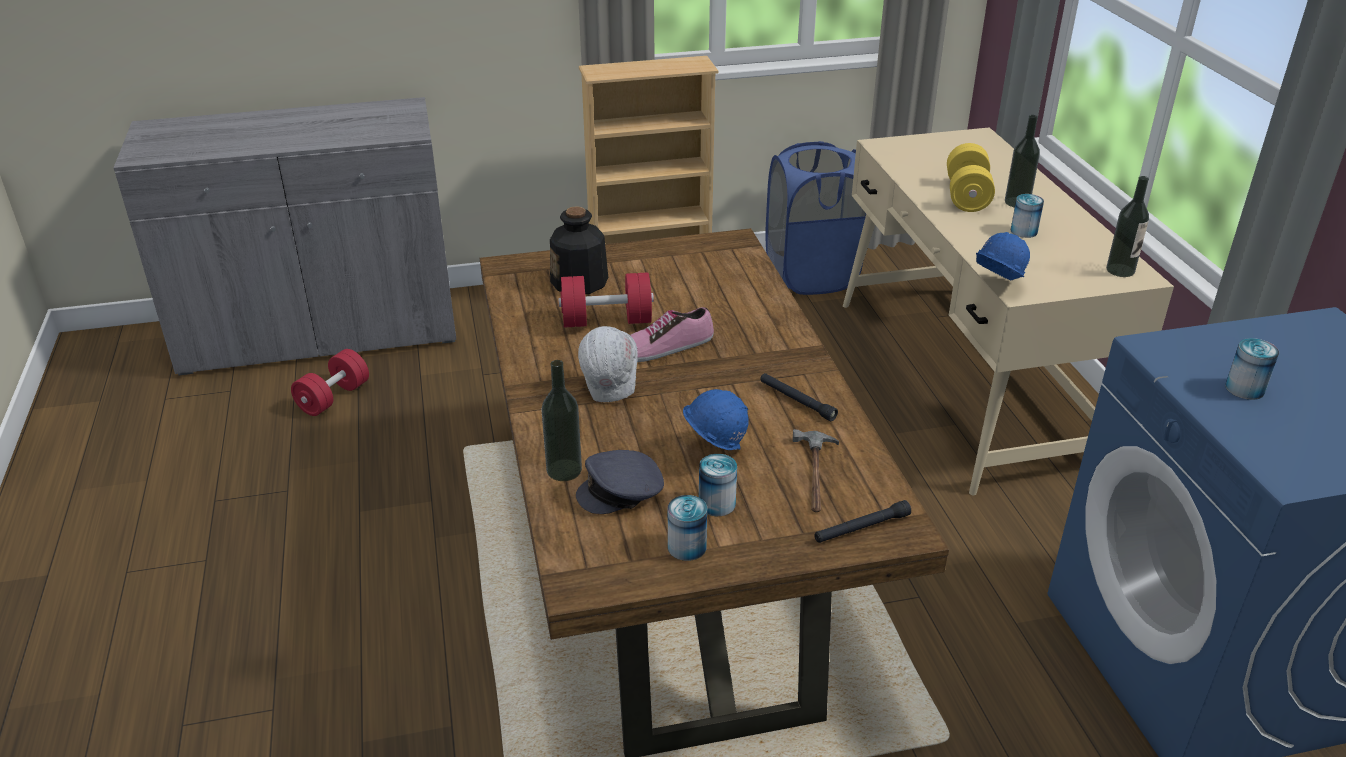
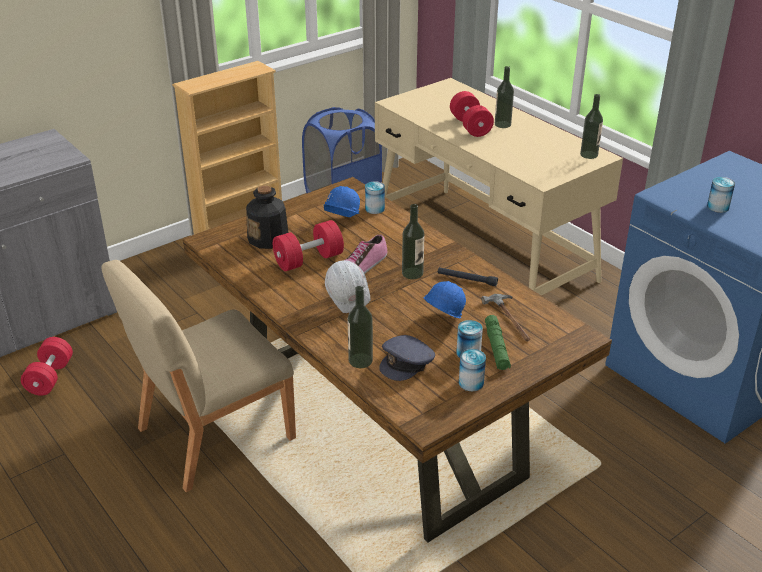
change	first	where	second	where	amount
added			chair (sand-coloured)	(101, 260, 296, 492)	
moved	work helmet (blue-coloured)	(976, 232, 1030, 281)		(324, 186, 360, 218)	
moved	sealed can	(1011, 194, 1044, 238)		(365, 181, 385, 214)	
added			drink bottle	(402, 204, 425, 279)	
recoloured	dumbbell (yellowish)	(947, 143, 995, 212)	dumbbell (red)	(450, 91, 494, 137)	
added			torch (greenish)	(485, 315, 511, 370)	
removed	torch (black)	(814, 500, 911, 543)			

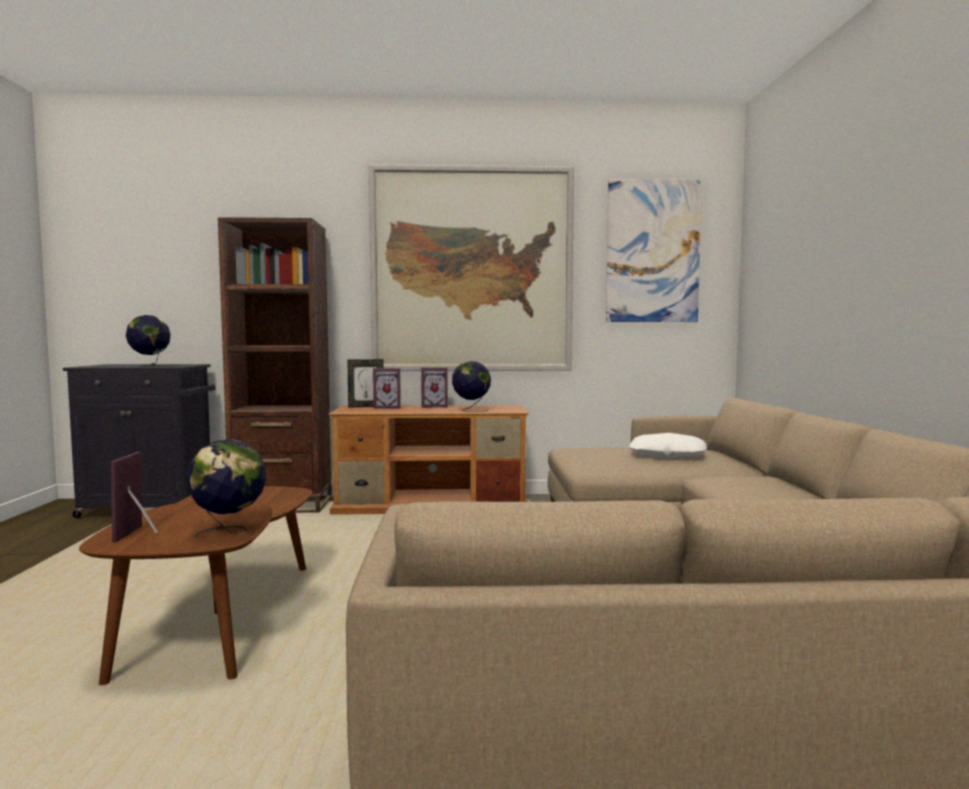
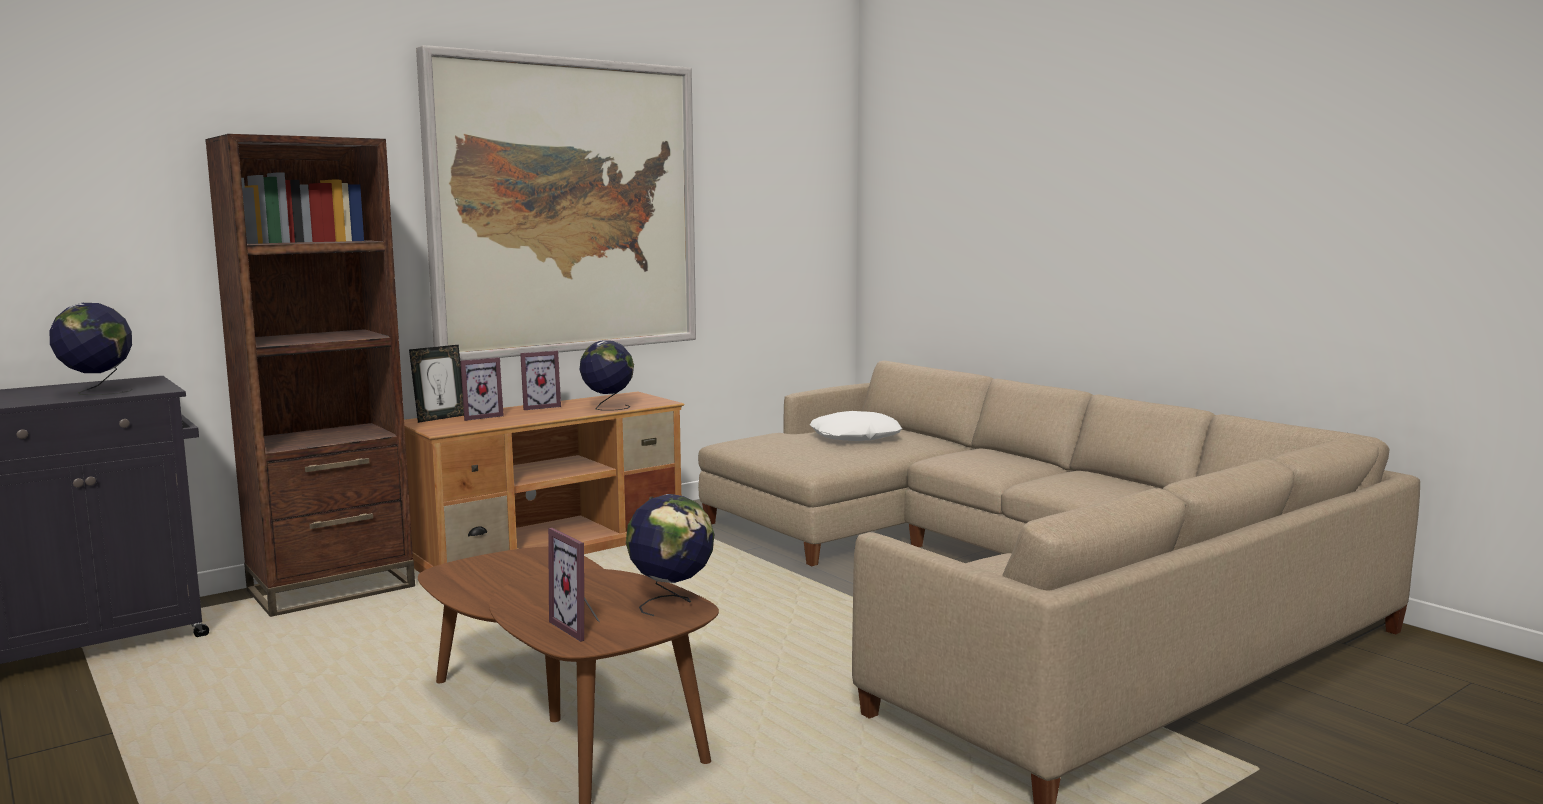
change	first	where	second	where	amount
removed	wall art	(606, 179, 702, 322)			

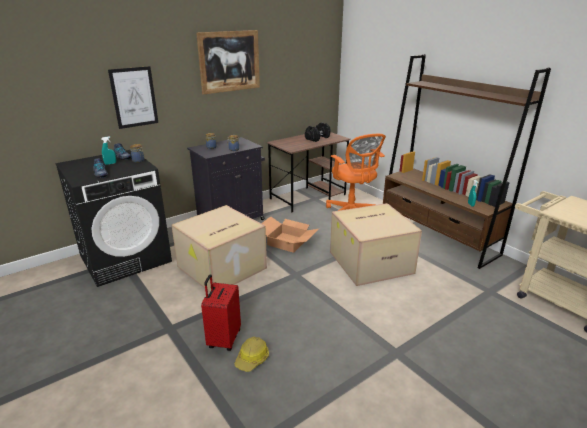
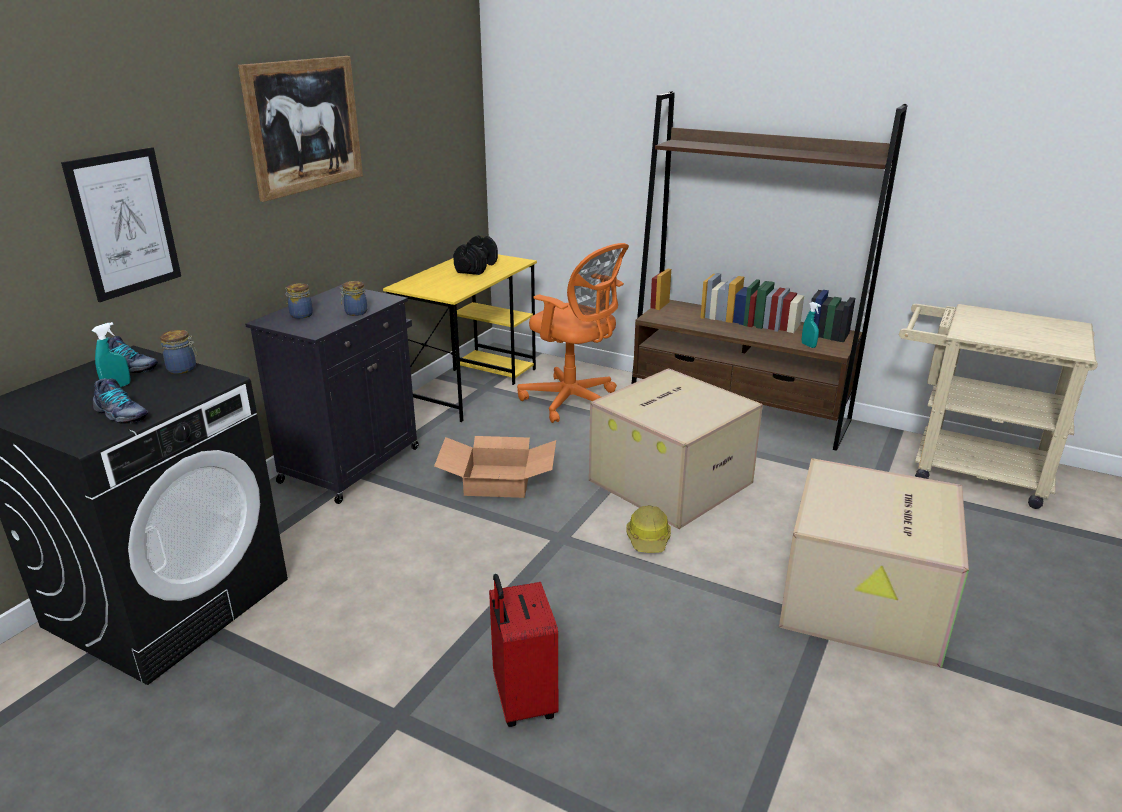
change	first	where	second	where	amount
recoloured	desk unit (brownish)	(267, 132, 351, 212)	desk unit (yellowish)	(383, 254, 537, 422)	
moved	work helmet	(234, 337, 269, 372)		(626, 505, 671, 553)	
moved	packing box	(171, 205, 267, 292)		(779, 458, 969, 668)	

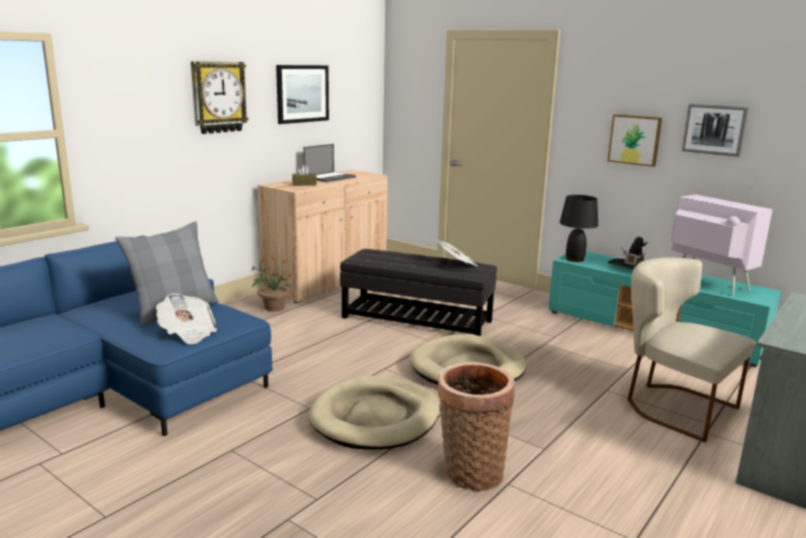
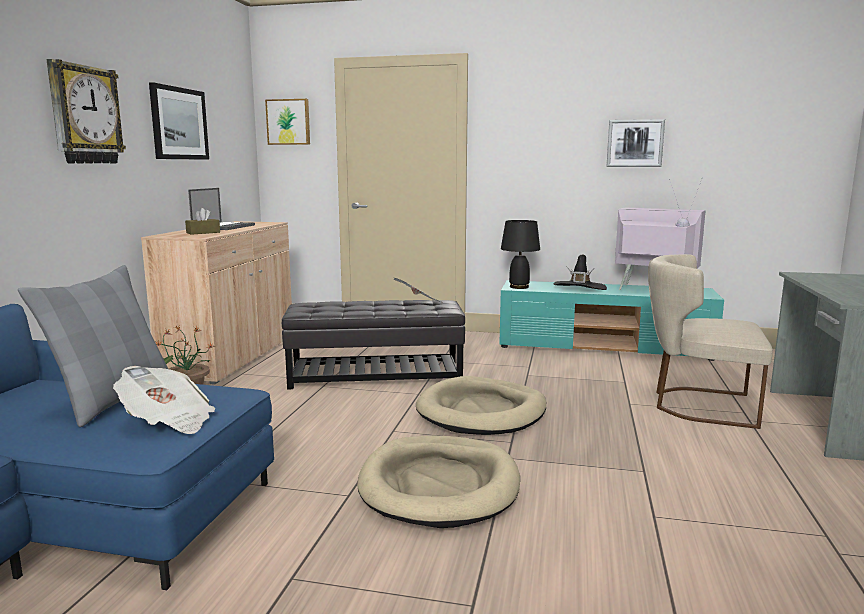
change	first	where	second	where	amount
moved	wall art	(608, 114, 662, 167)		(265, 99, 310, 145)	
removed	storage basket	(437, 362, 515, 491)			

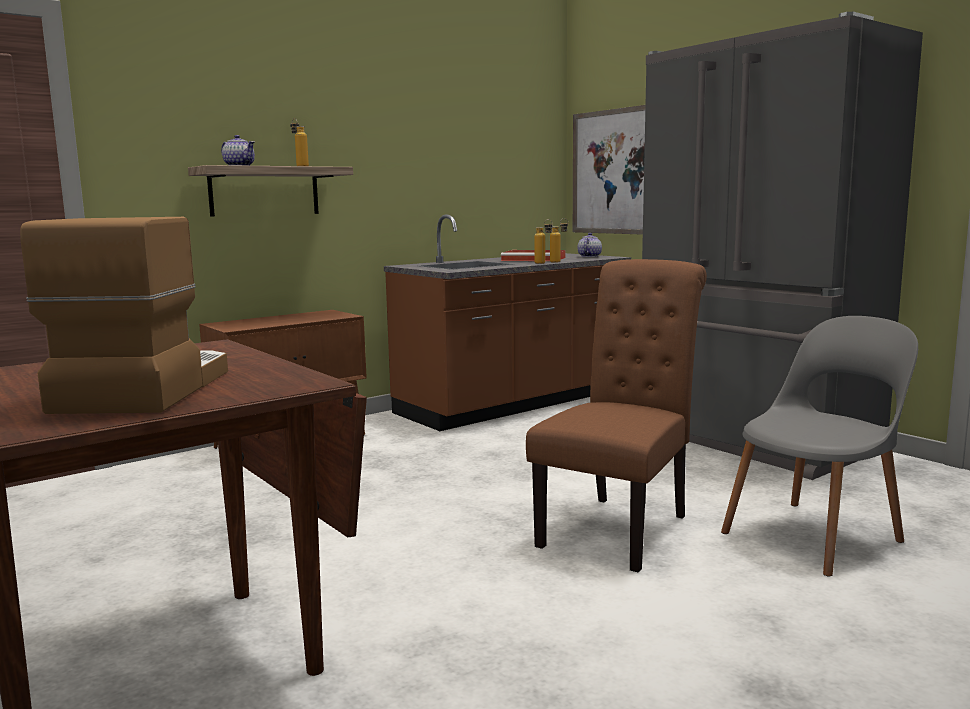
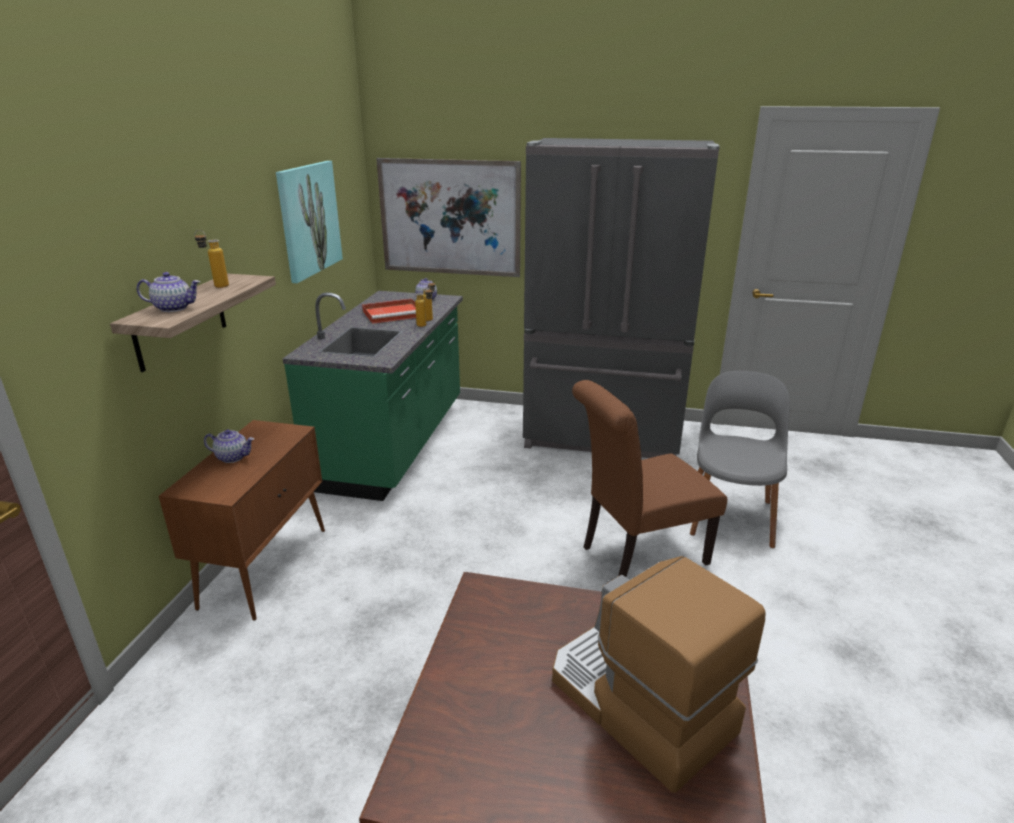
change	first	where	second	where	amount
added			teapot	(204, 429, 254, 463)	
added			wall art	(276, 161, 343, 283)	
recoloured	kitchen base unit (brownish)	(384, 215, 631, 431)	kitchen base unit (greenish)	(282, 291, 463, 501)	
turned	chair (brownish)	(526, 259, 707, 573)		(572, 380, 727, 577)	105 degrees counterclockwise

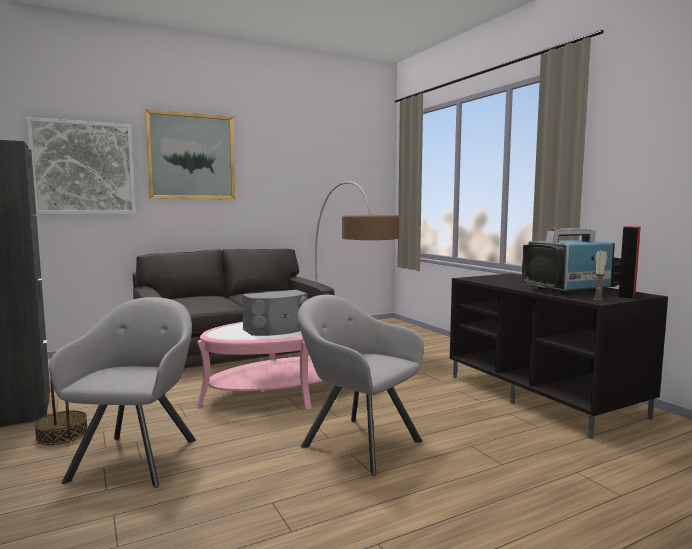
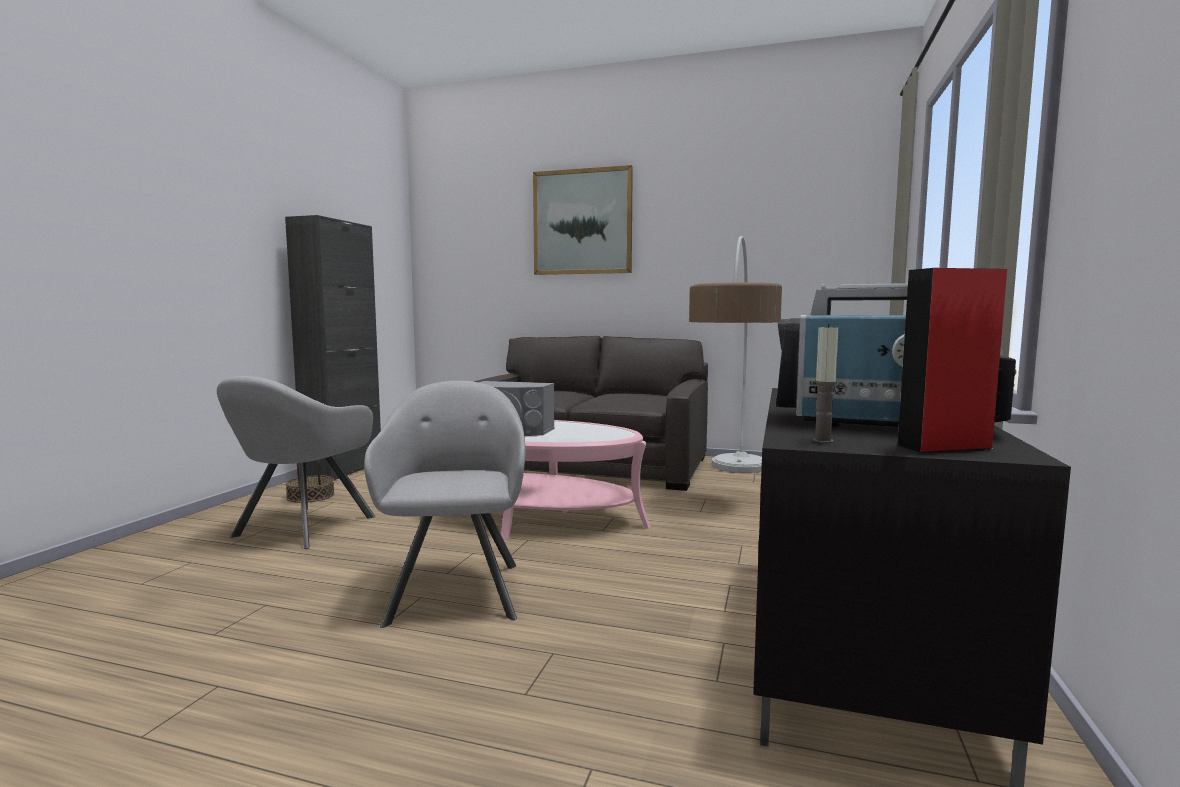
change	first	where	second	where	amount
turned	armchair (grey)	(49, 297, 196, 488)		(217, 376, 375, 549)	150 degrees clockwise
removed	wall art	(27, 117, 136, 214)			

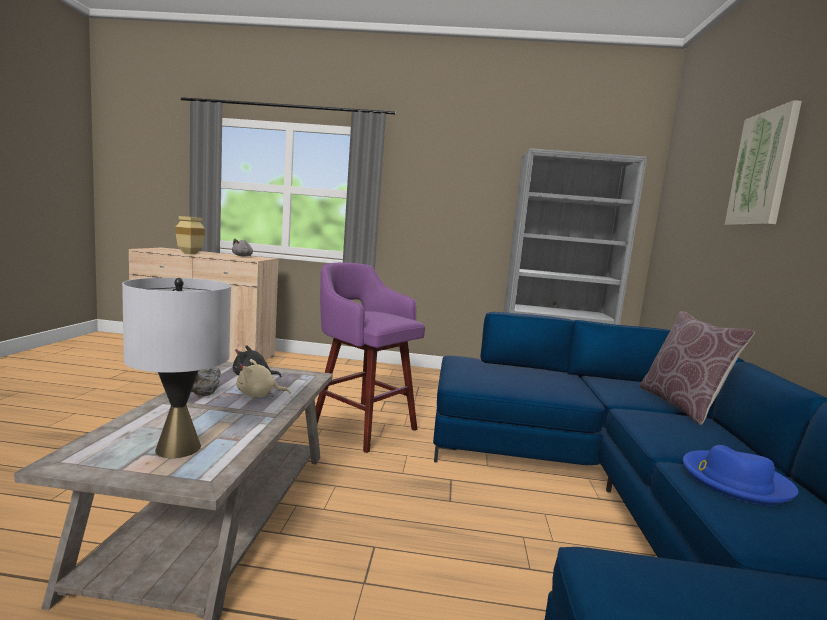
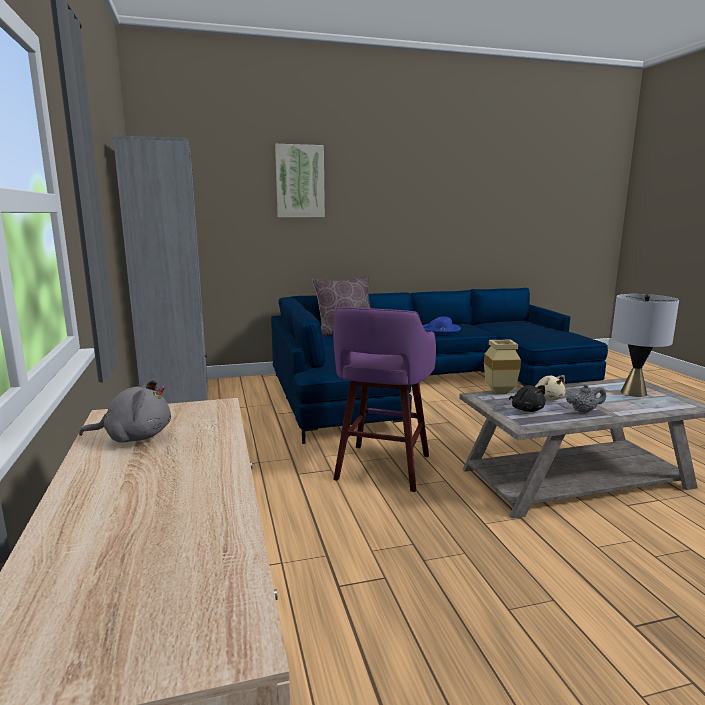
change	first	where	second	where	amount
moved	flower vase (sand-coloured)	(176, 216, 205, 254)		(484, 340, 521, 394)	

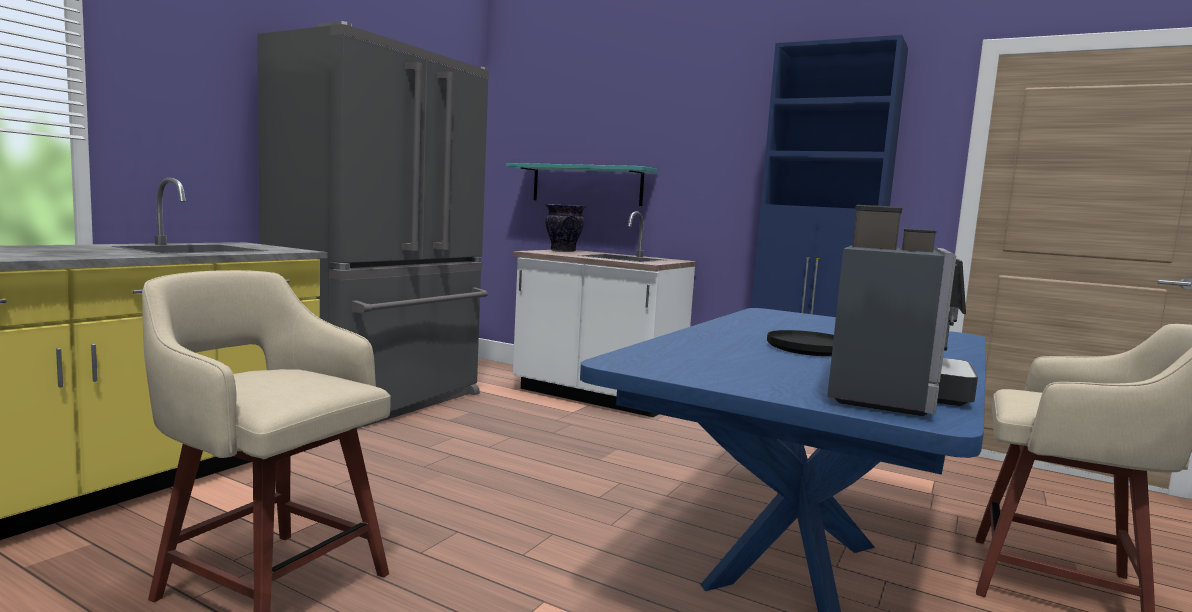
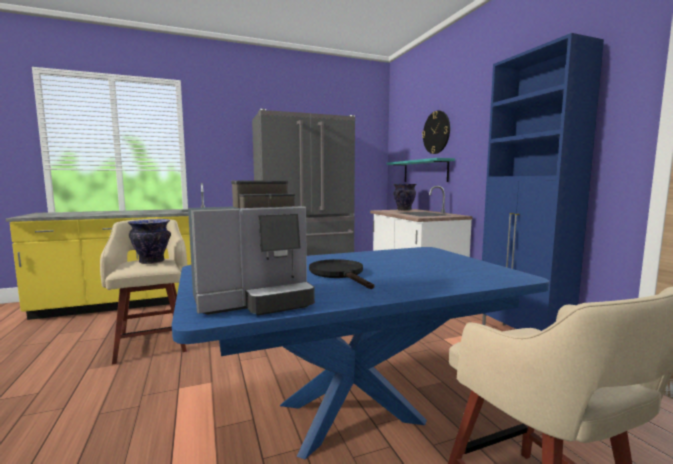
change	first	where	second	where	amount
added			flower vase	(128, 219, 171, 264)	
added			hanging clock	(422, 111, 450, 154)	

